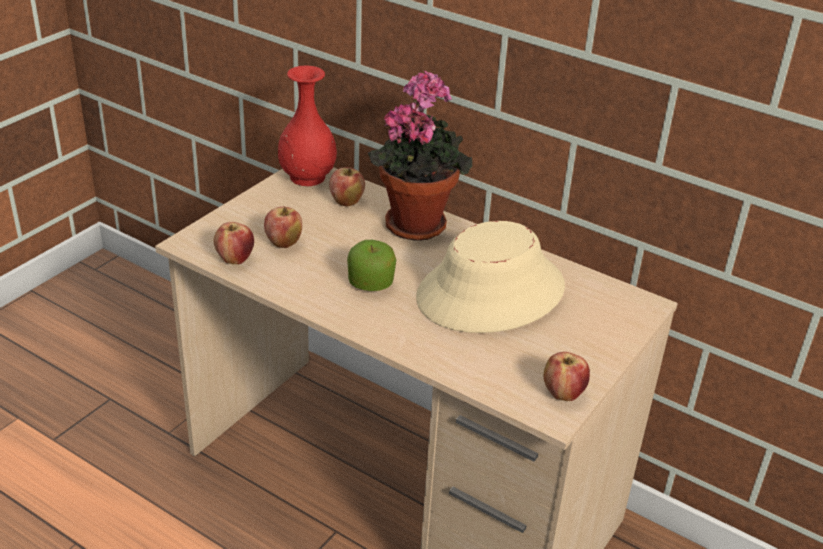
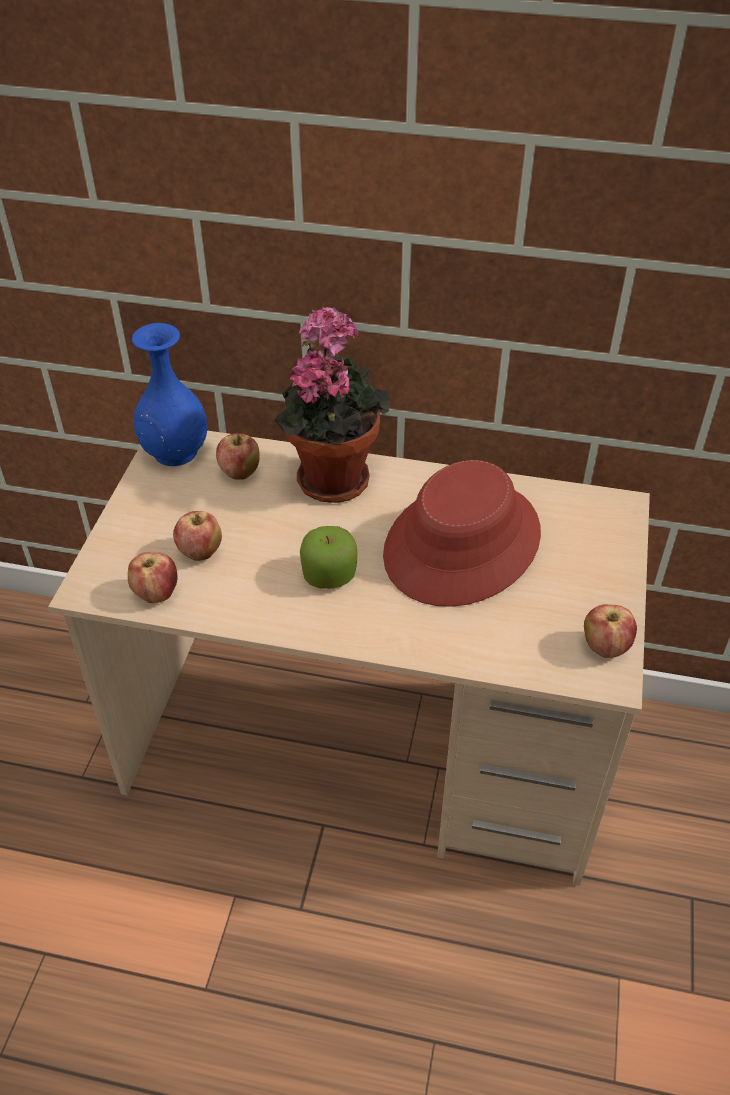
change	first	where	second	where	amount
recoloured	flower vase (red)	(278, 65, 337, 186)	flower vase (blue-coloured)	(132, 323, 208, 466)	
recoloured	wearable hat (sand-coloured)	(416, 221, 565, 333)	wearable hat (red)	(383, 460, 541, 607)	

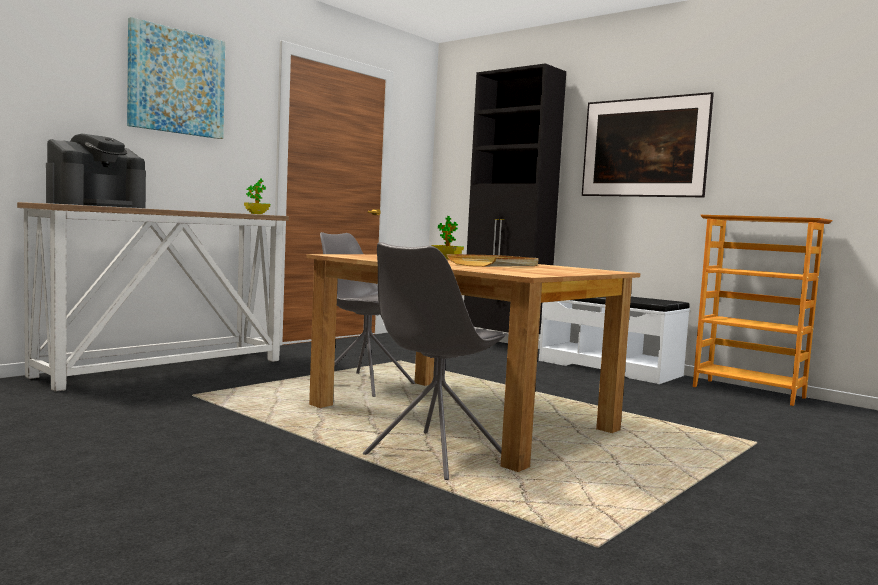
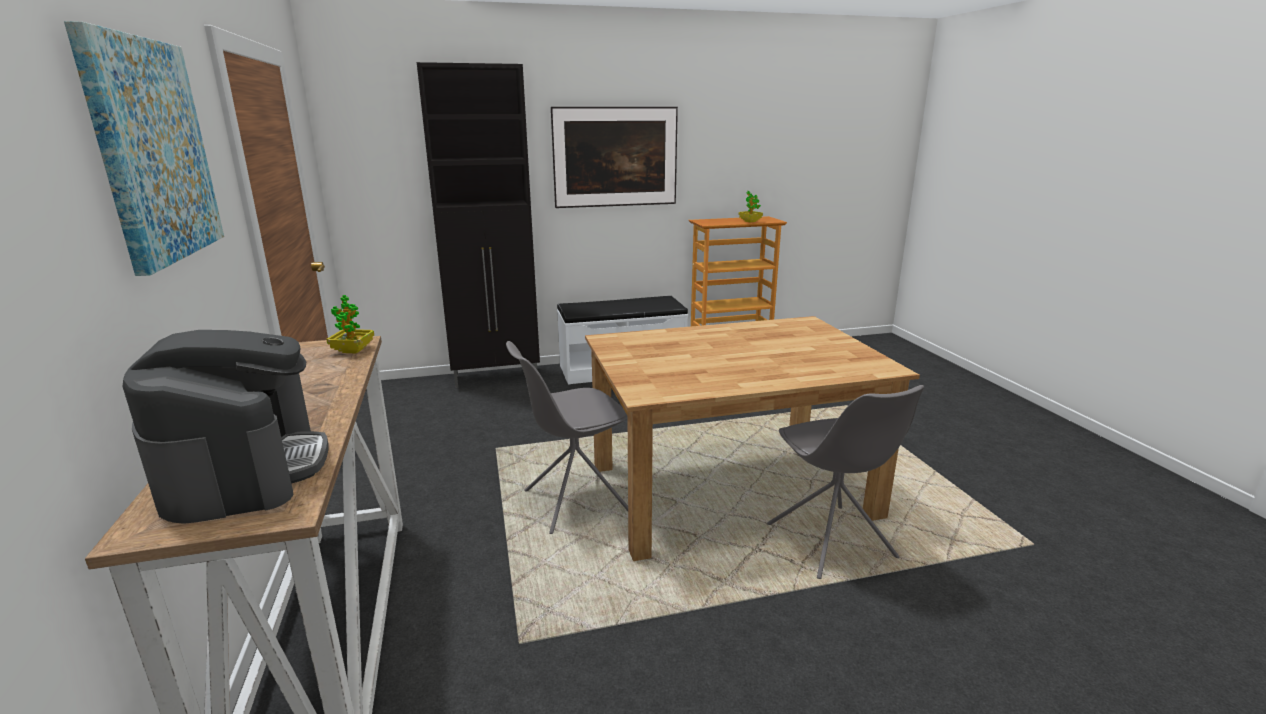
change	first	where	second	where	amount
moved	plant in a pot	(432, 216, 464, 259)		(739, 191, 763, 222)	
removed	serving tray (sand-coloured)	(446, 254, 538, 267)			

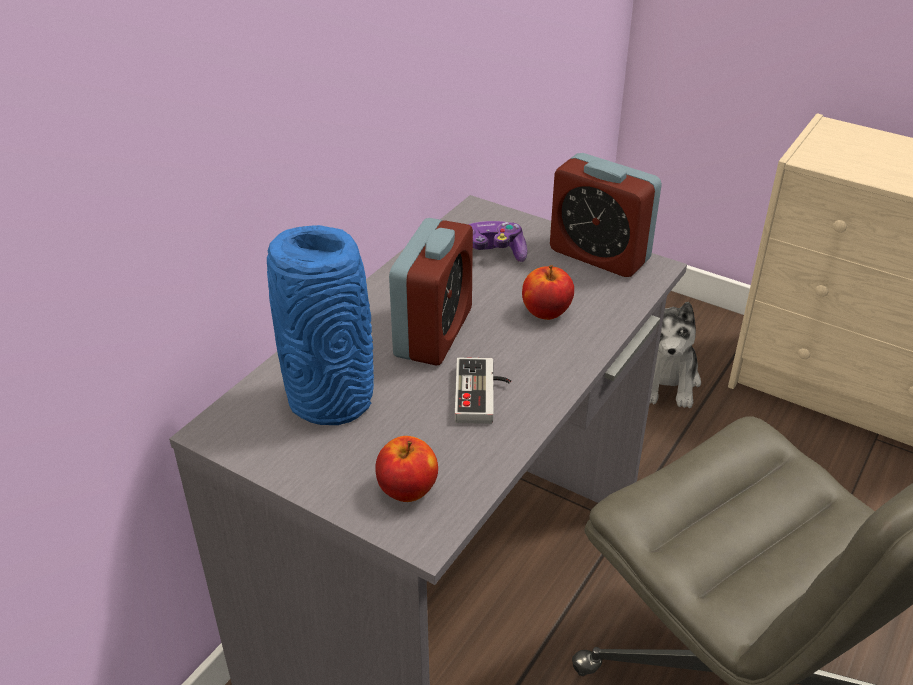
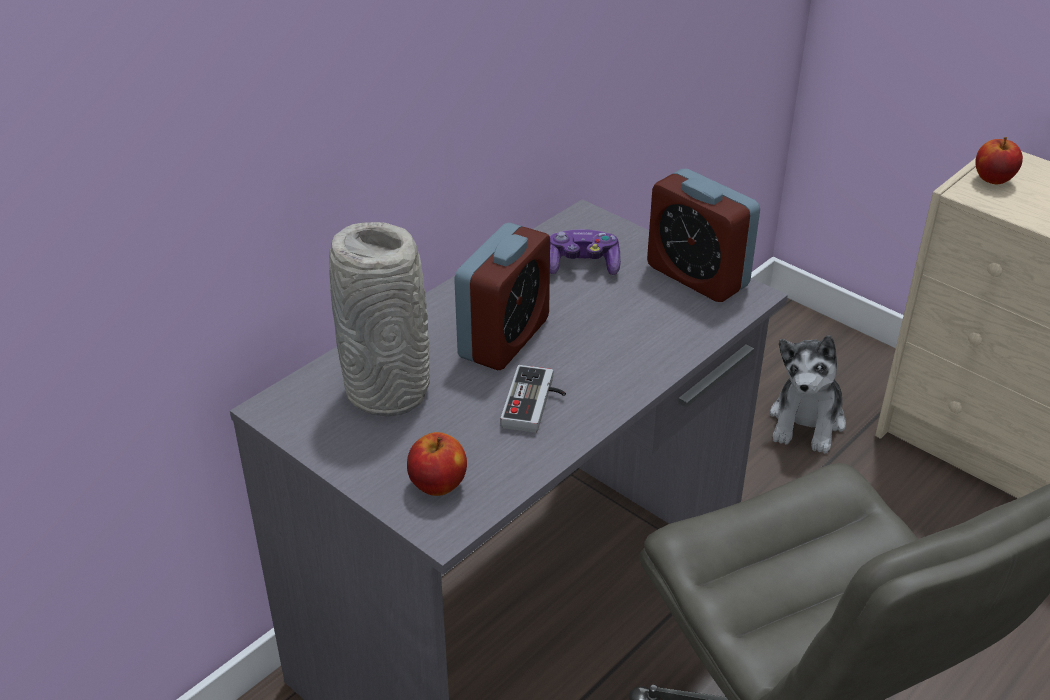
change	first	where	second	where	amount
recoloured	flower vase (blue-coloured)	(267, 225, 374, 425)	flower vase (grey)	(329, 222, 430, 417)	
moved	whole apple	(522, 265, 574, 320)		(975, 137, 1023, 184)	

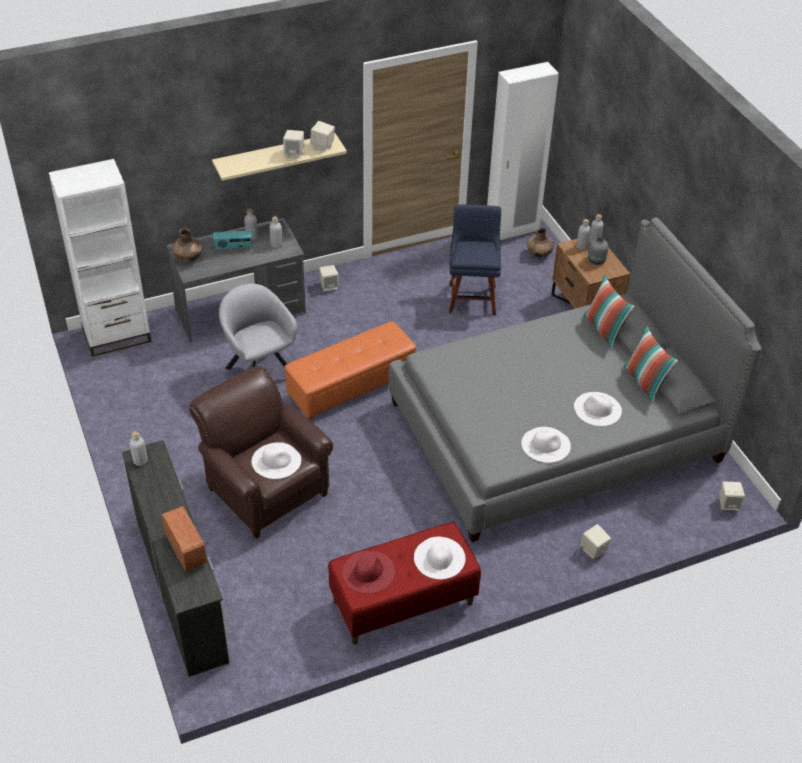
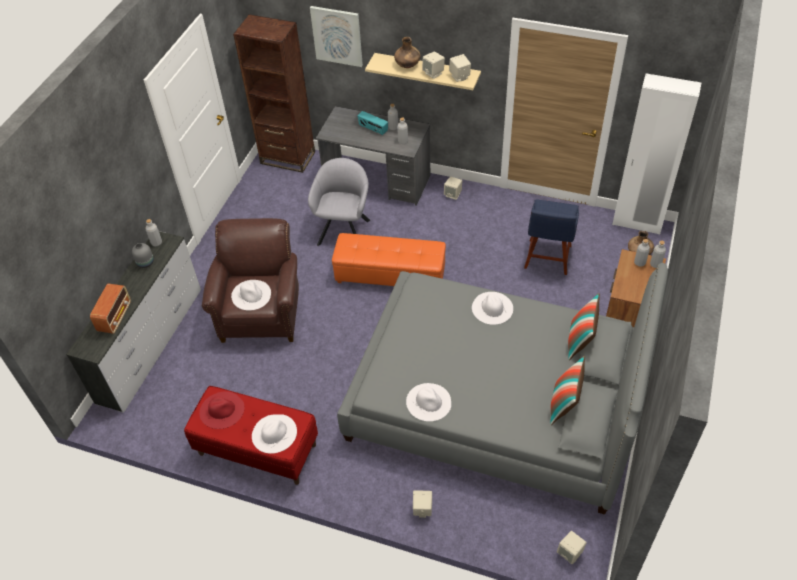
change	first	where	second	where	amount
moved	flower vase (grey)	(588, 237, 608, 265)		(132, 243, 154, 268)	
recoloured	bookcase (whitish)	(48, 159, 152, 357)	bookcase (brownish)	(233, 14, 315, 173)	
added			wall art	(310, 6, 363, 67)	
moved	flower vase (brownish)	(172, 228, 203, 262)		(394, 37, 421, 68)	
moved	wearable hat (whitish)	(574, 392, 622, 426)		(472, 292, 513, 325)	
turned	chair (blue-coloured)	(449, 204, 501, 315)		(524, 200, 579, 275)	150 degrees clockwise

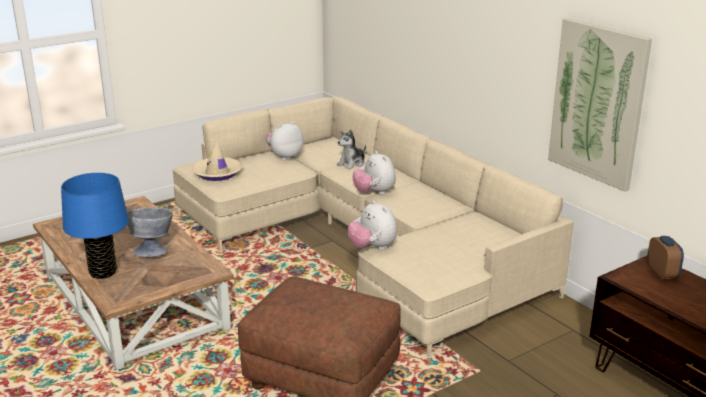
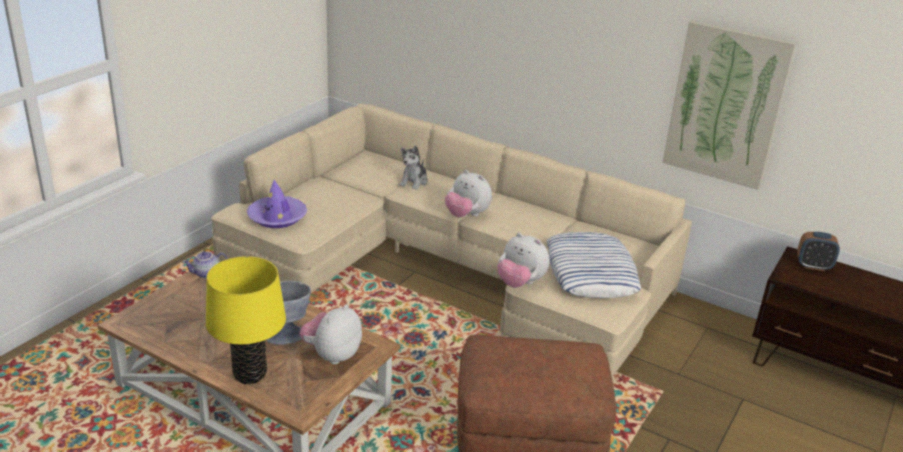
change	first	where	second	where	amount
added			teapot	(183, 251, 227, 278)	
recoloured	lamp for a table (blue-coloured)	(61, 173, 129, 279)	lamp for a table (yellowish)	(206, 256, 286, 384)	
recoloured	wearable hat (sand-coloured)	(192, 141, 242, 181)	wearable hat (purple)	(247, 180, 307, 228)	
moved	plush toy	(266, 121, 304, 160)		(300, 304, 362, 364)	
added			throw pillow	(547, 232, 641, 298)	
turned	table clock	(647, 236, 684, 279)		(797, 232, 840, 271)	135 degrees clockwise

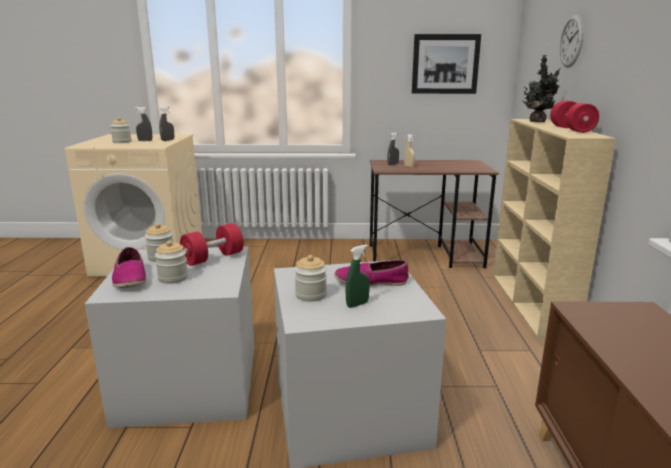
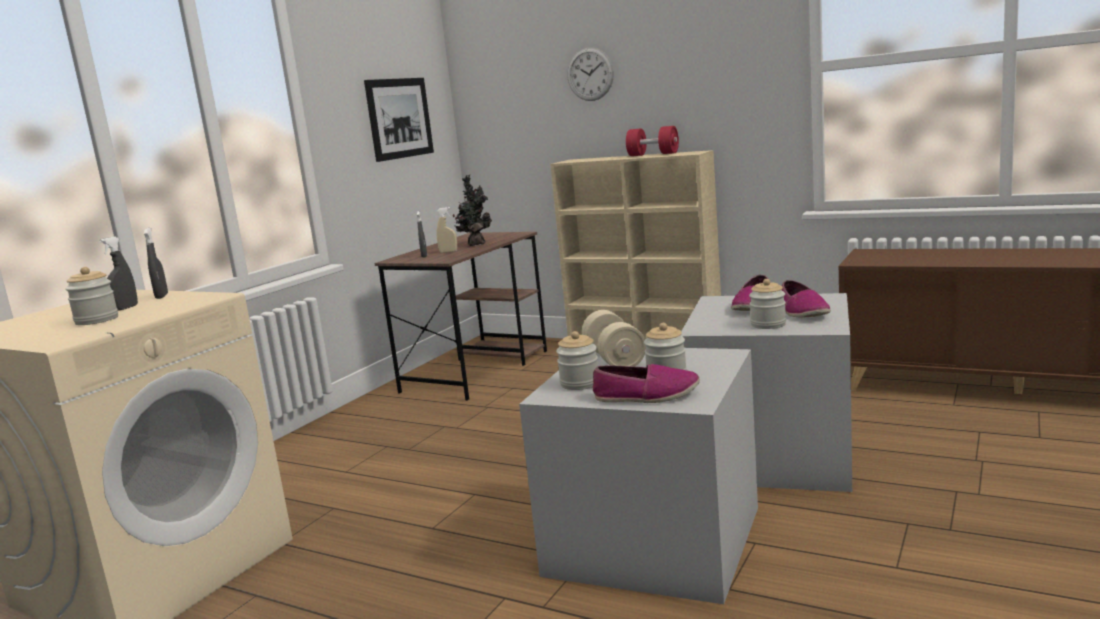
change	first	where	second	where	amount
moved	plant in a pot	(523, 55, 560, 122)		(453, 175, 492, 246)	
recoloured	dumbbell (red)	(180, 223, 244, 266)	dumbbell (sand-coloured)	(582, 310, 646, 367)	
replaced	hand sprayer (greenish)	(346, 245, 370, 308)	low shoe	(782, 280, 831, 318)	

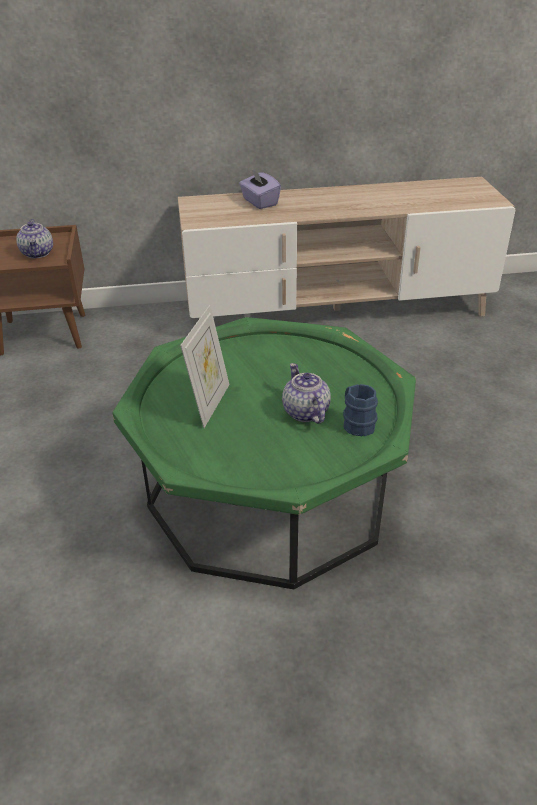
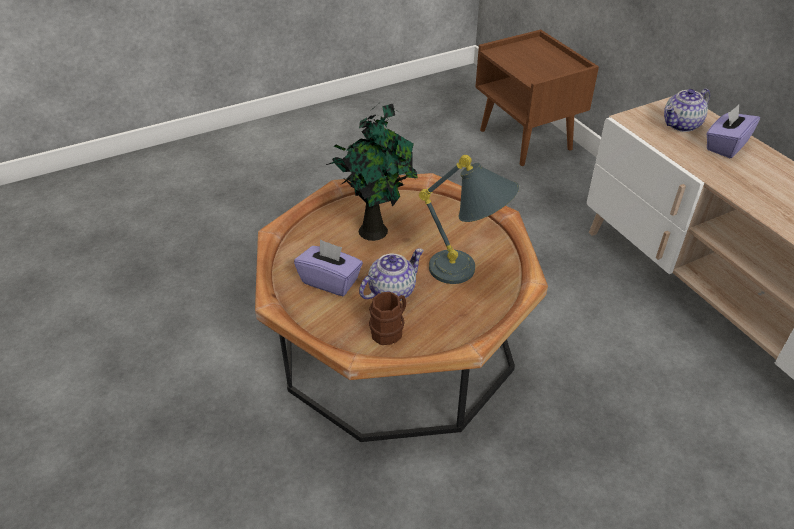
change	first	where	second	where	amount
recoloured	coffee table (greenish)	(112, 317, 416, 589)	coffee table (brownish)	(255, 173, 548, 442)	
added			tissue box (purple)	(294, 239, 363, 296)	
replaced	standing frame	(180, 305, 230, 428)	plant in a pot	(326, 104, 418, 241)	
recoloured	mug (blue-coloured)	(343, 384, 378, 436)	mug (brownish)	(369, 292, 406, 345)	
added			lamp for a table (grey)	(419, 155, 519, 284)	
moved	teapot	(16, 219, 53, 258)		(664, 89, 710, 132)	

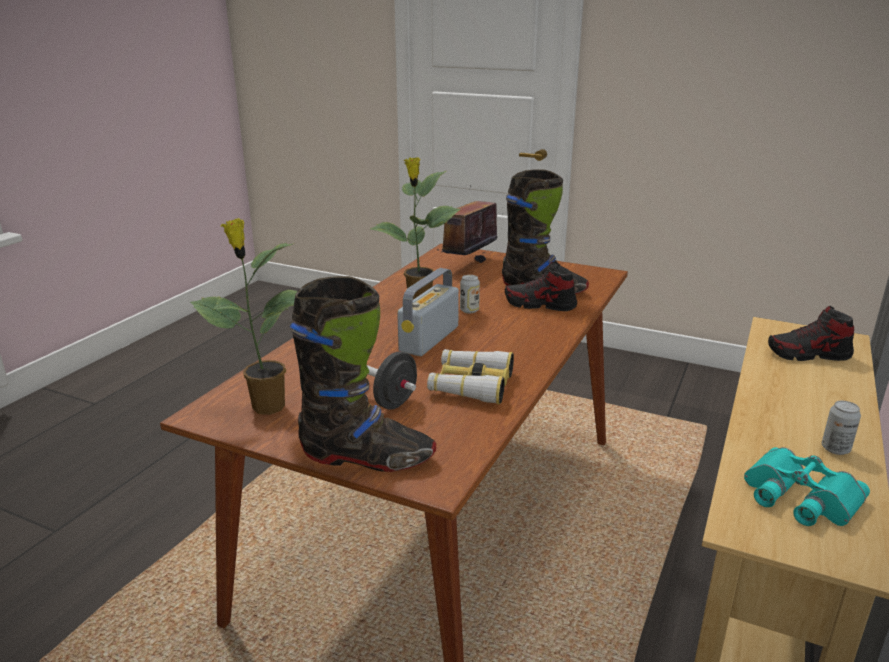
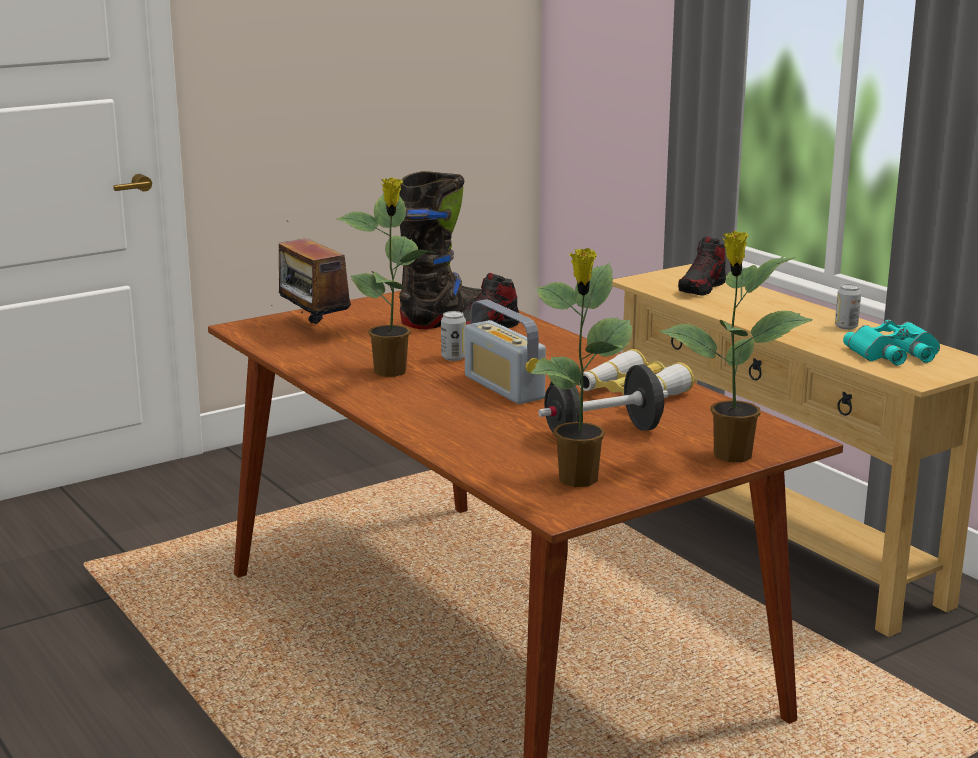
change	first	where	second	where	amount
replaced	tall boot (black)	(289, 276, 436, 472)	plant in a pot	(659, 231, 813, 462)	

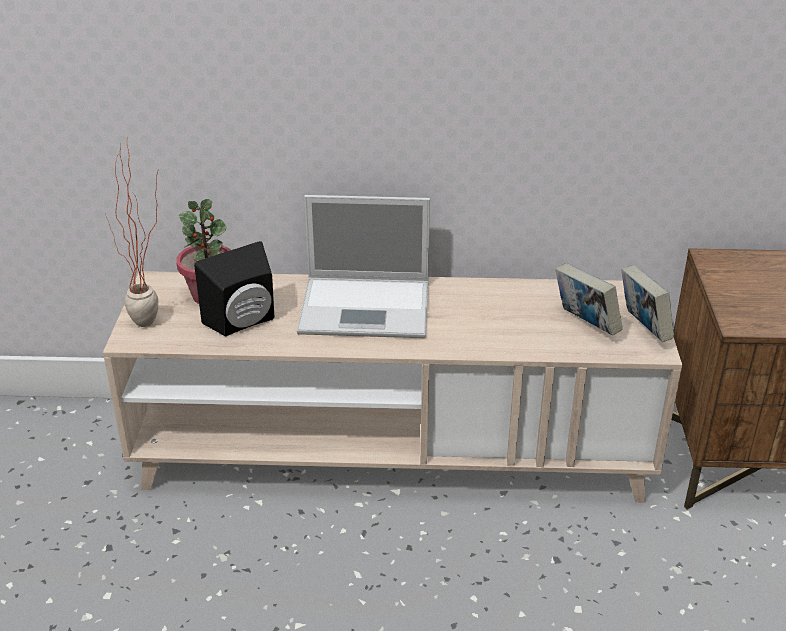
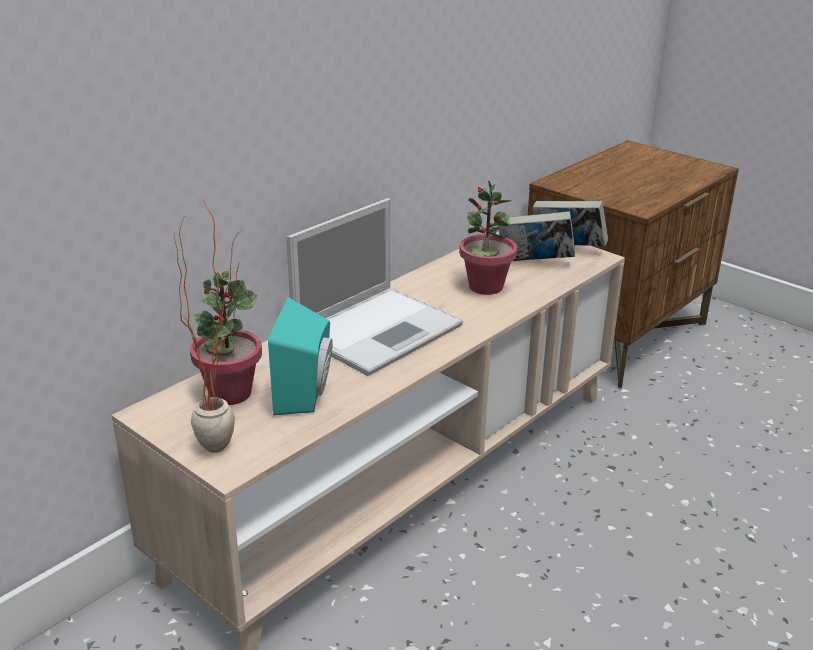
change	first	where	second	where	amount
recoloured	speaker (black)	(194, 241, 274, 336)	speaker (turquoise)	(268, 297, 333, 415)	
added			plant in a pot	(459, 180, 517, 295)	

